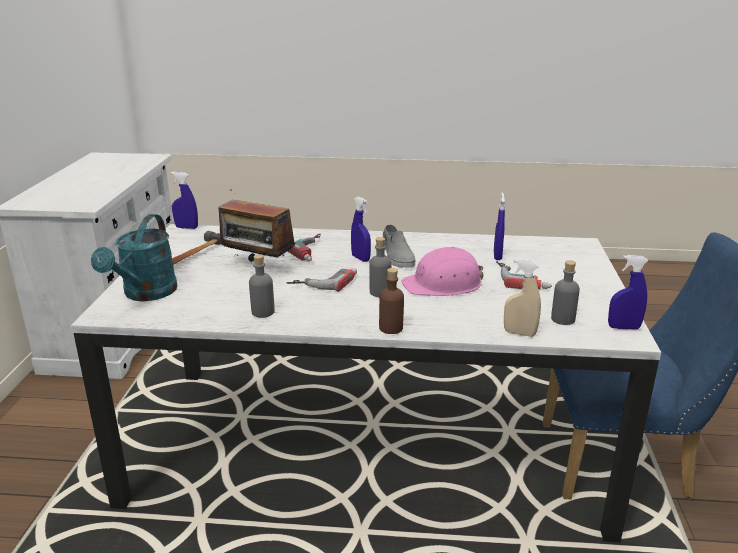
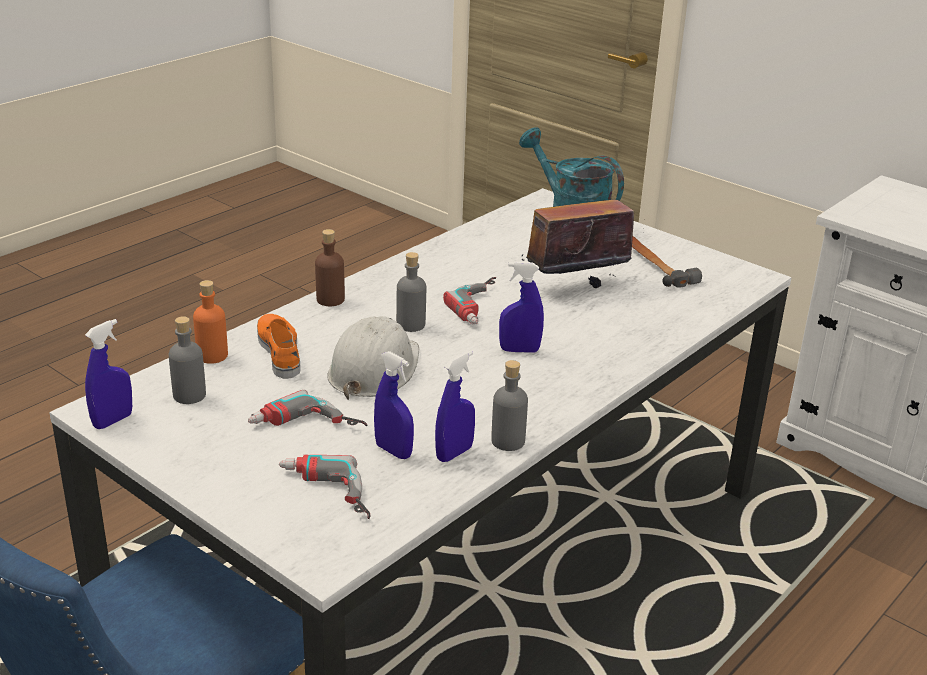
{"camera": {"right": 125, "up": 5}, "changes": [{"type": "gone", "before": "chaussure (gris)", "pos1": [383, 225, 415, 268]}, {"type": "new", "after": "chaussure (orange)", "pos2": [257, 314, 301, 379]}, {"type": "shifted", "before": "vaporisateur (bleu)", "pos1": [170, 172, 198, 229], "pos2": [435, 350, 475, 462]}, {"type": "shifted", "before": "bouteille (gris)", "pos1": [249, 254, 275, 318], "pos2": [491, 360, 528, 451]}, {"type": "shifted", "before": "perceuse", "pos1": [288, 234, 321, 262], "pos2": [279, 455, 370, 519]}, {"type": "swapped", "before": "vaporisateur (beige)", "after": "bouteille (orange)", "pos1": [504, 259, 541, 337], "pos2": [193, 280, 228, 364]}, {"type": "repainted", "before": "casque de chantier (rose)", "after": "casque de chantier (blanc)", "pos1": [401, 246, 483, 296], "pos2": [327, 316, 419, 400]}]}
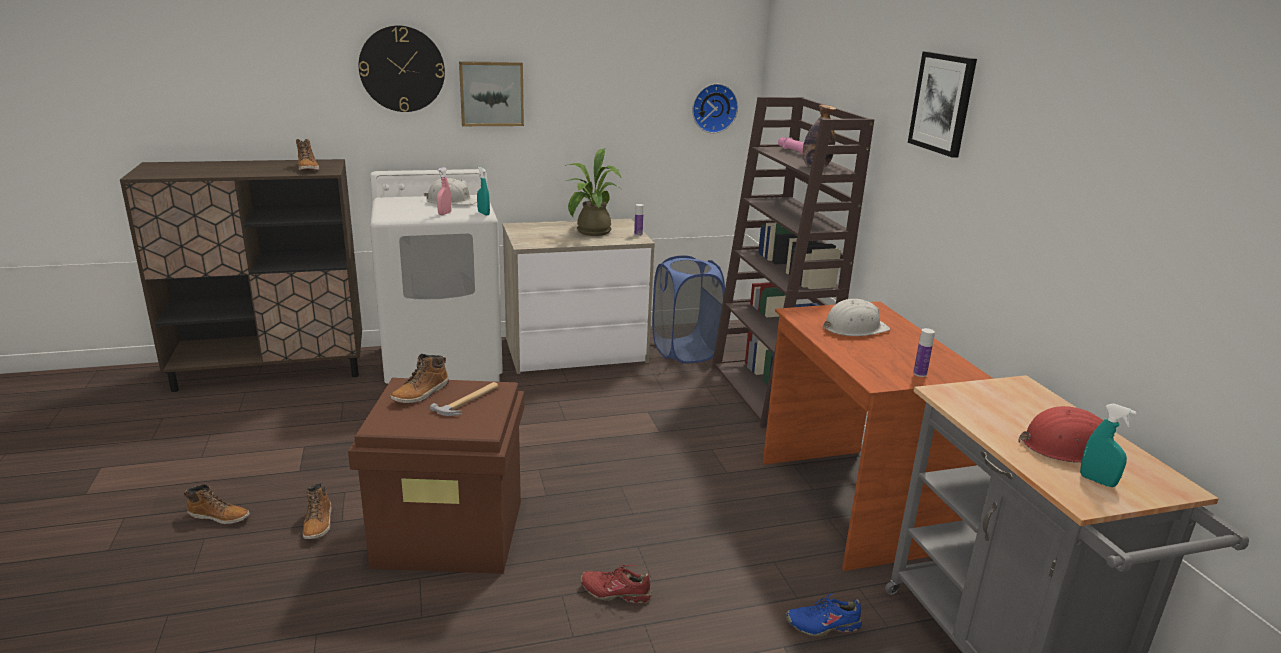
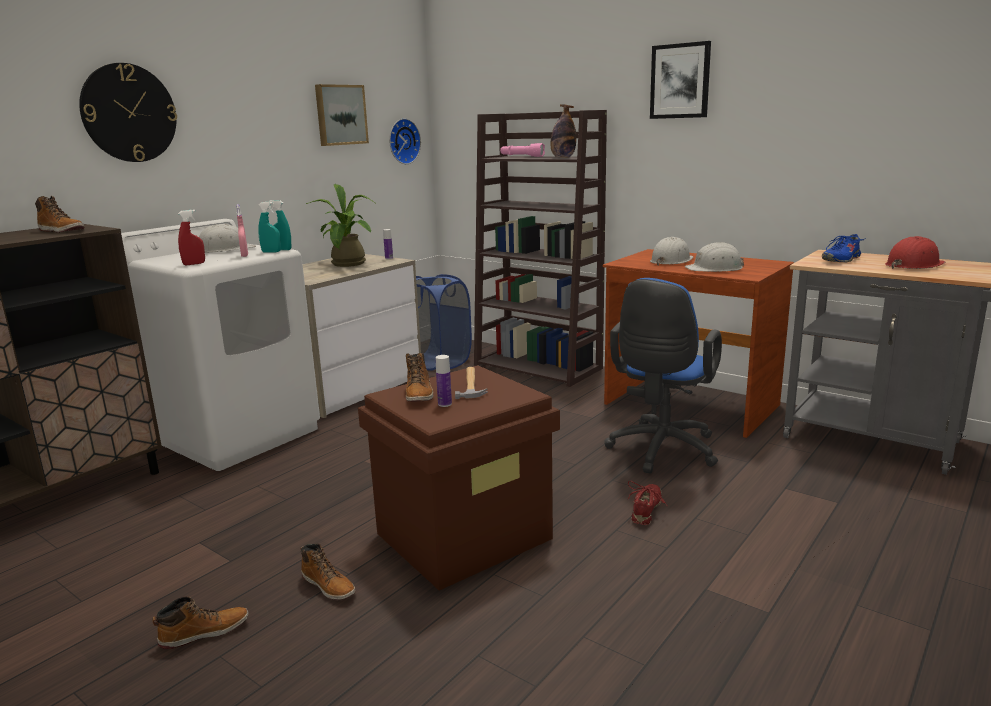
{"camera": {"right": -35, "up": -5}, "changes": [{"type": "new", "after": "vaporisateur (rouge)", "pos2": [178, 210, 205, 265]}, {"type": "new", "after": "chaise de bureau (bleu)", "pos2": [604, 278, 722, 474]}, {"type": "new", "after": "casque de chantier (blanc)", "pos2": [685, 242, 744, 272]}, {"type": "shifted", "before": "tableau", "pos1": [459, 61, 524, 126], "pos2": [315, 84, 369, 146]}, {"type": "shifted", "before": "chaussure (bleu)", "pos1": [786, 593, 862, 636], "pos2": [822, 234, 866, 262]}, {"type": "shifted", "before": "bouteille", "pos1": [913, 328, 935, 377], "pos2": [436, 355, 452, 407]}, {"type": "shifted", "before": "vaporisateur (turquoise)", "pos1": [1080, 403, 1136, 487], "pos2": [258, 202, 281, 253]}, {"type": "rotated", "before": "chaussure (rouge)", "pos1": [580, 565, 652, 603], "pos2": [628, 481, 667, 525], "turn": 135}]}
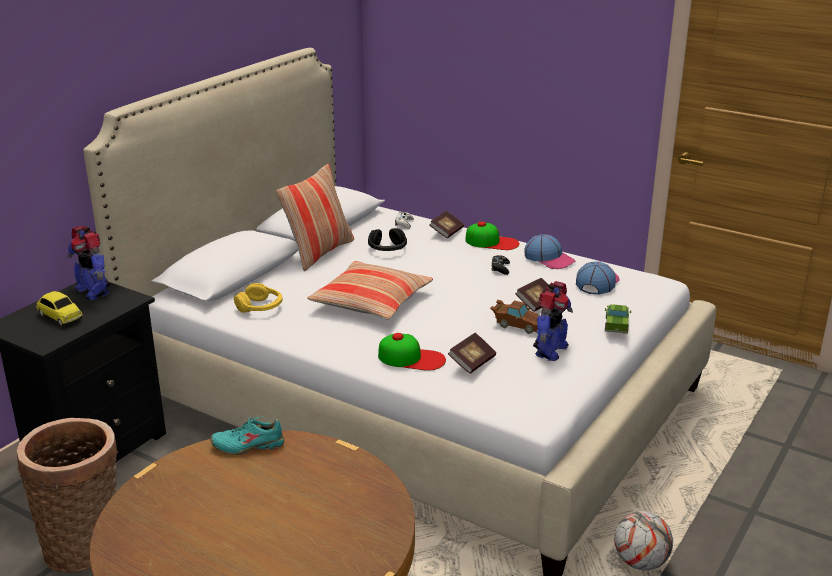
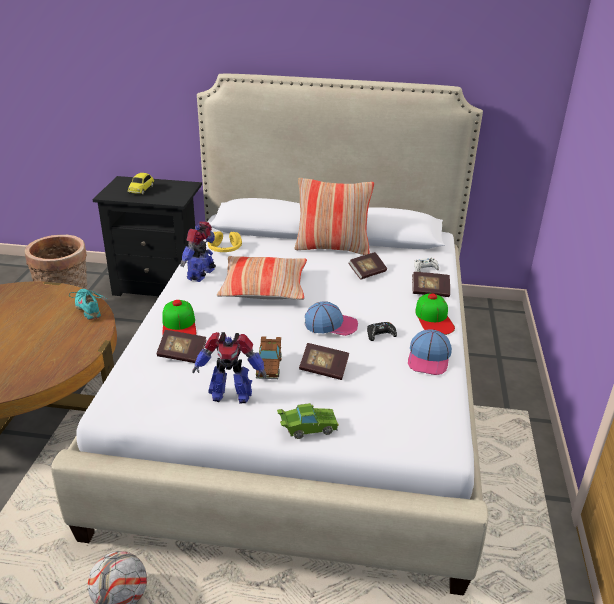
{"camera": {"right": 65, "up": 5}, "changes": [{"type": "shifted", "before": "robot jouet", "pos1": [67, 226, 110, 300], "pos2": [180, 221, 216, 282]}, {"type": "shifted", "before": "casquette", "pos1": [576, 261, 620, 294], "pos2": [305, 301, 358, 336]}, {"type": "swapped", "before": "casque audio (noir)", "after": "livre", "pos1": [368, 228, 407, 251], "pos2": [348, 252, 387, 280]}]}
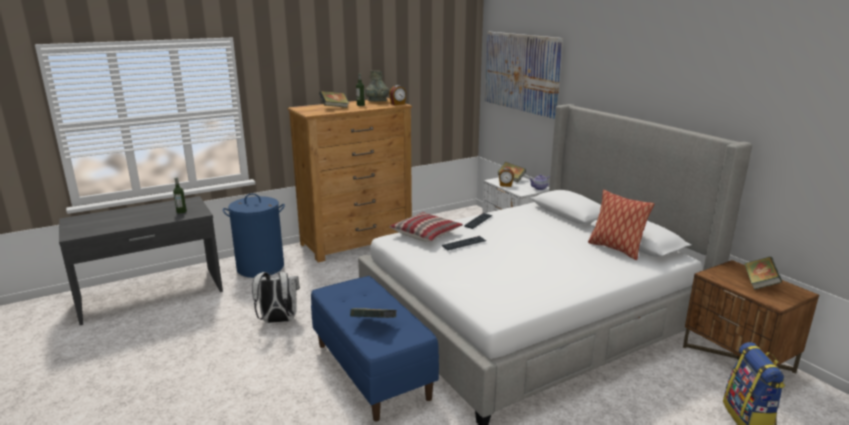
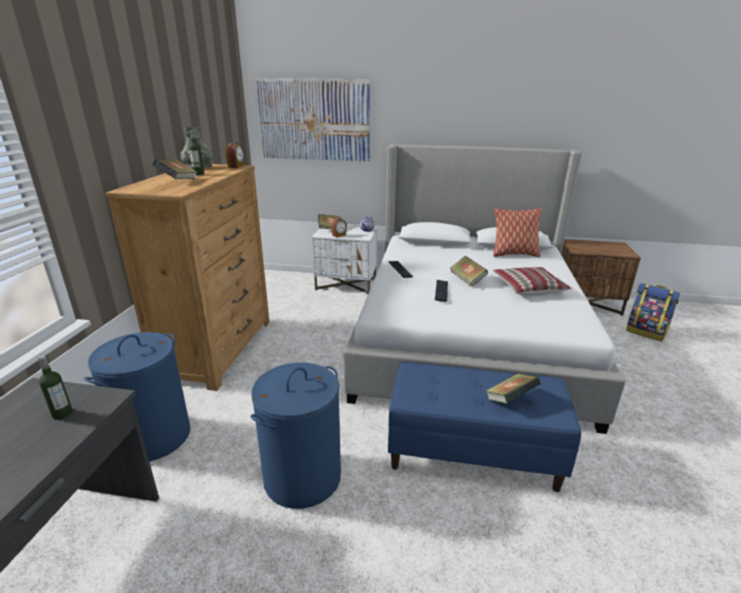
{"camera": {"right": -50, "up": 5}, "changes": [{"type": "shifted", "before": "coussin", "pos1": [389, 212, 463, 242], "pos2": [493, 267, 571, 295]}, {"type": "shifted", "before": "livre", "pos1": [744, 257, 782, 290], "pos2": [450, 256, 488, 287]}, {"type": "swapped", "before": "sac à dos (blanc)", "after": "panier à linge (bleu)", "pos1": [252, 272, 300, 323], "pos2": [250, 363, 341, 509]}]}
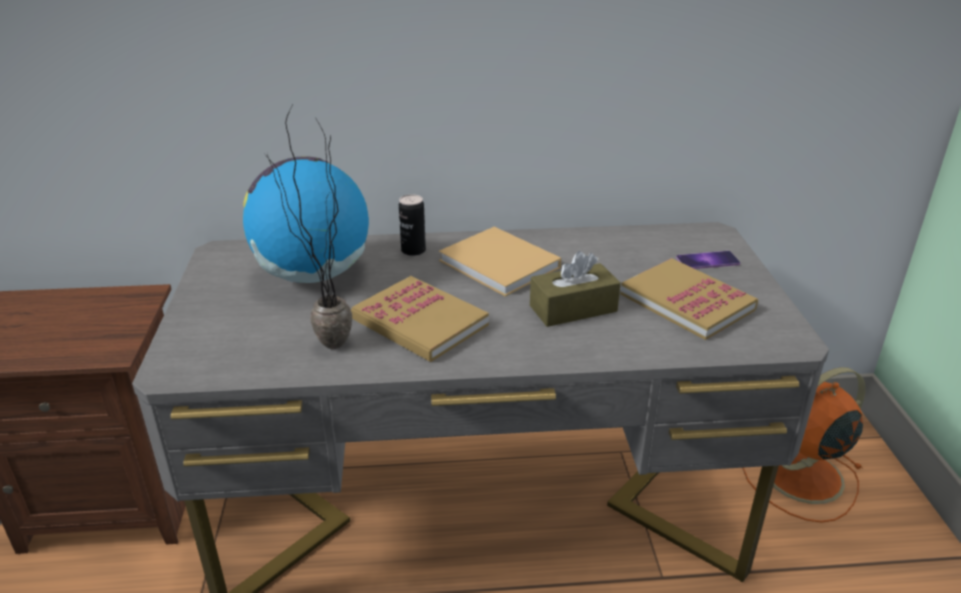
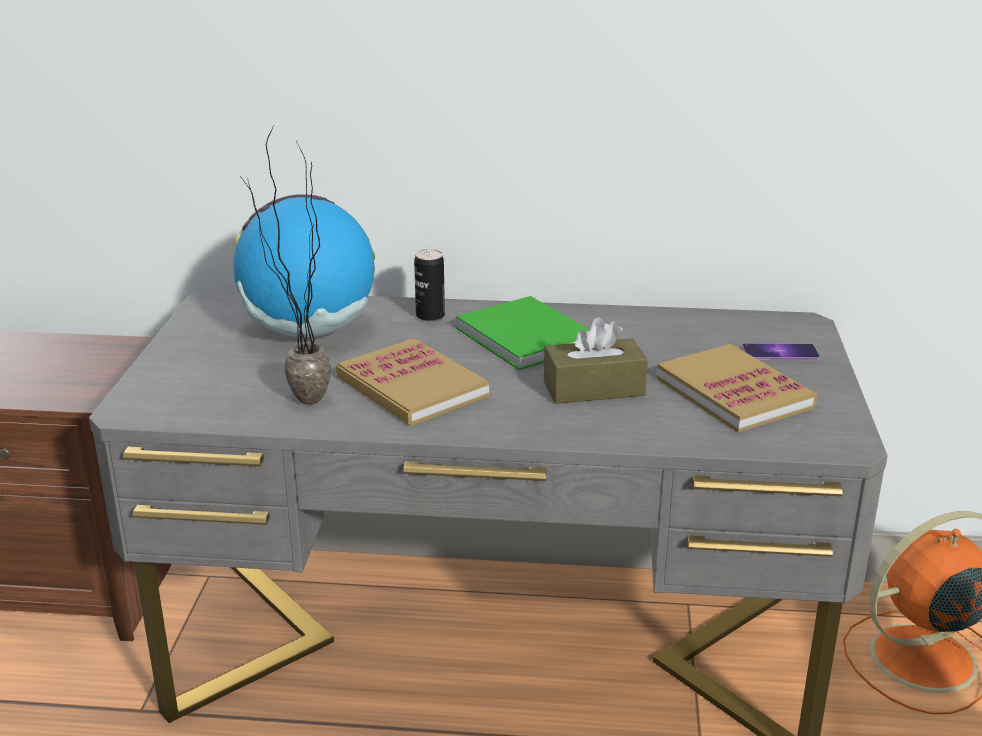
{"camera": {"right": 10, "up": -5}, "changes": [{"type": "repainted", "before": "livre (beige)", "after": "livre (vert)", "pos1": [439, 227, 561, 297], "pos2": [456, 296, 590, 370]}]}
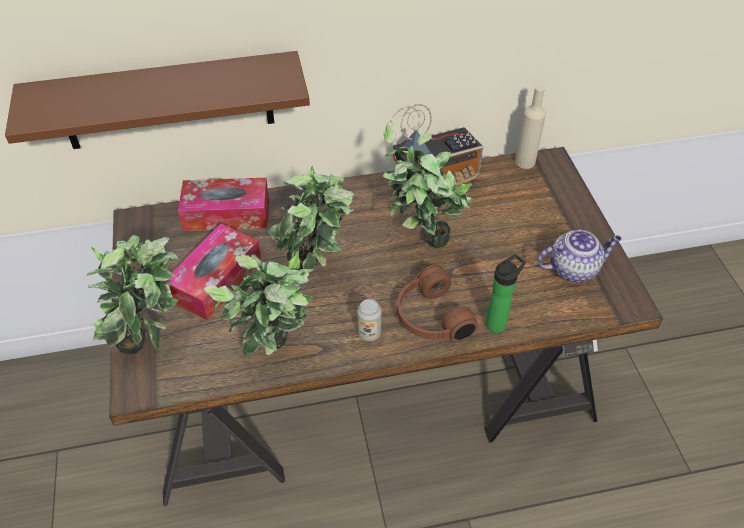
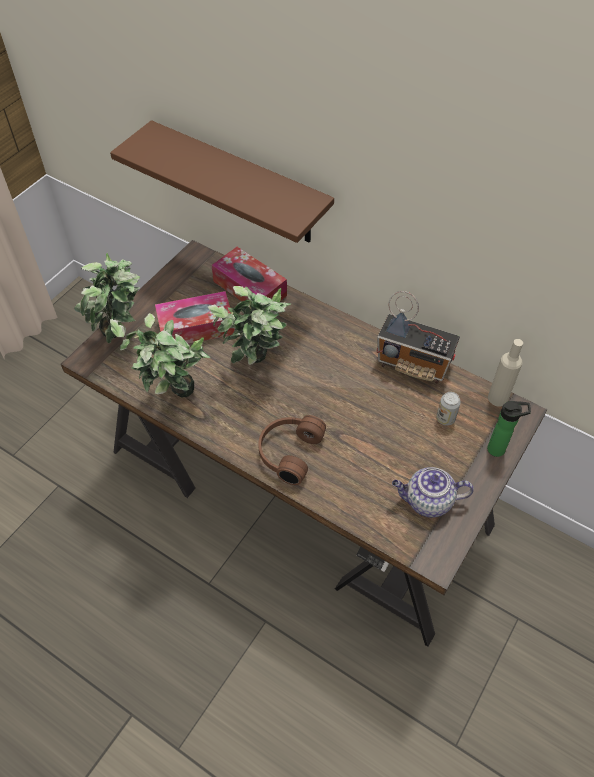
{"camera": {"right": 45, "up": 5}, "changes": [{"type": "gone", "before": "plante en pot", "pos1": [383, 122, 472, 248]}, {"type": "shifted", "before": "boîte métallique", "pos1": [357, 299, 382, 341], "pos2": [436, 392, 461, 426]}, {"type": "shifted", "before": "bouteille", "pos1": [486, 254, 526, 333], "pos2": [487, 401, 531, 457]}, {"type": "rotated", "before": "théière", "pos1": [537, 230, 622, 283], "pos2": [392, 467, 474, 518], "turn": 150}]}
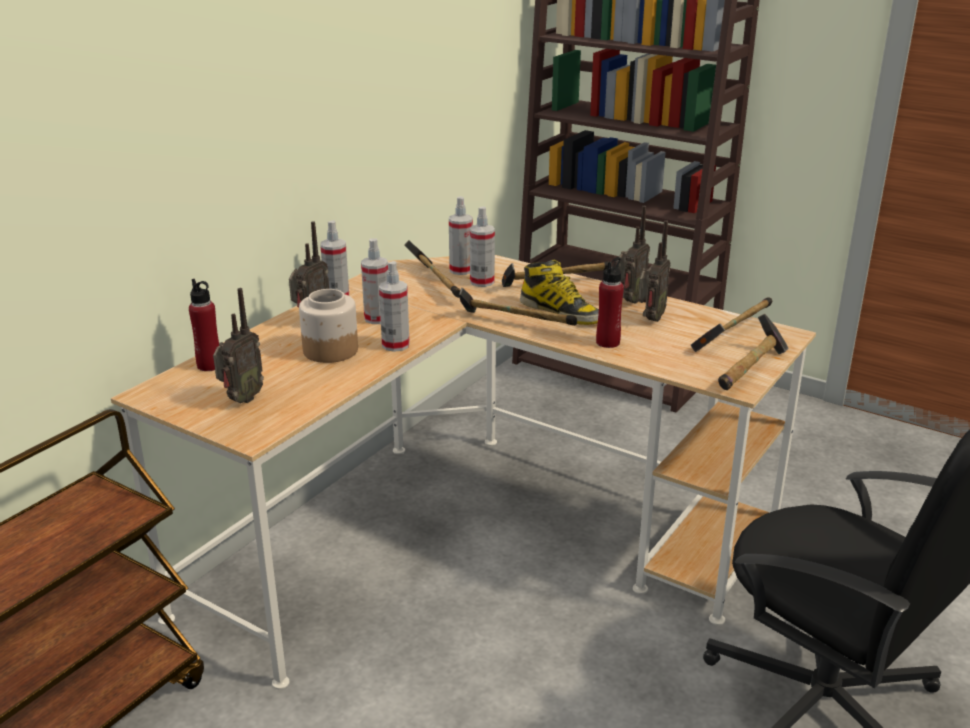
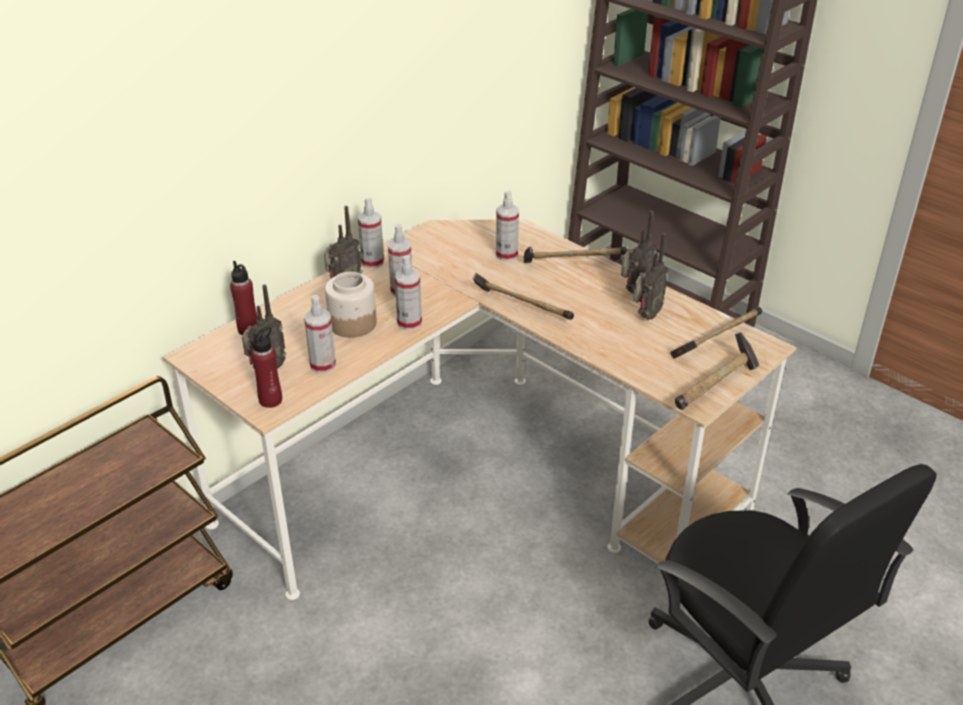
{"camera": {"right": 10, "up": 10}, "changes": [{"type": "gone", "before": "marteau", "pos1": [404, 240, 460, 298]}, {"type": "gone", "before": "botte", "pos1": [520, 259, 599, 325]}, {"type": "shifted", "before": "vaporisateur", "pos1": [449, 196, 473, 275], "pos2": [304, 295, 336, 373]}, {"type": "shifted", "before": "bouteille (rouge)", "pos1": [596, 257, 624, 348], "pos2": [251, 327, 282, 408]}]}
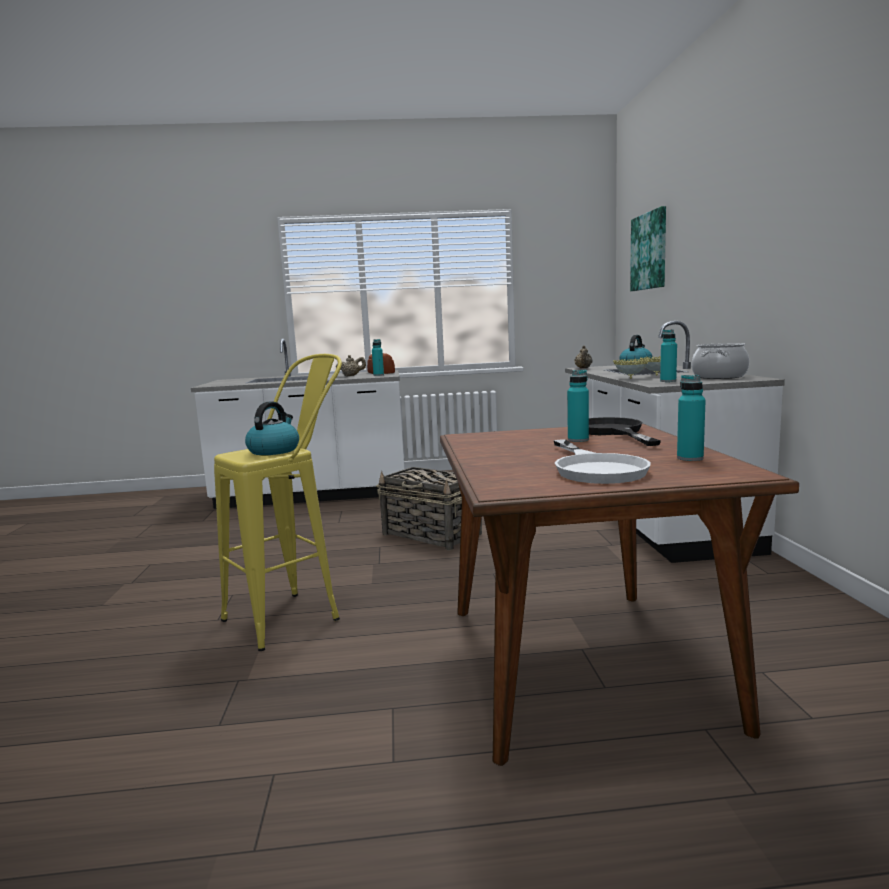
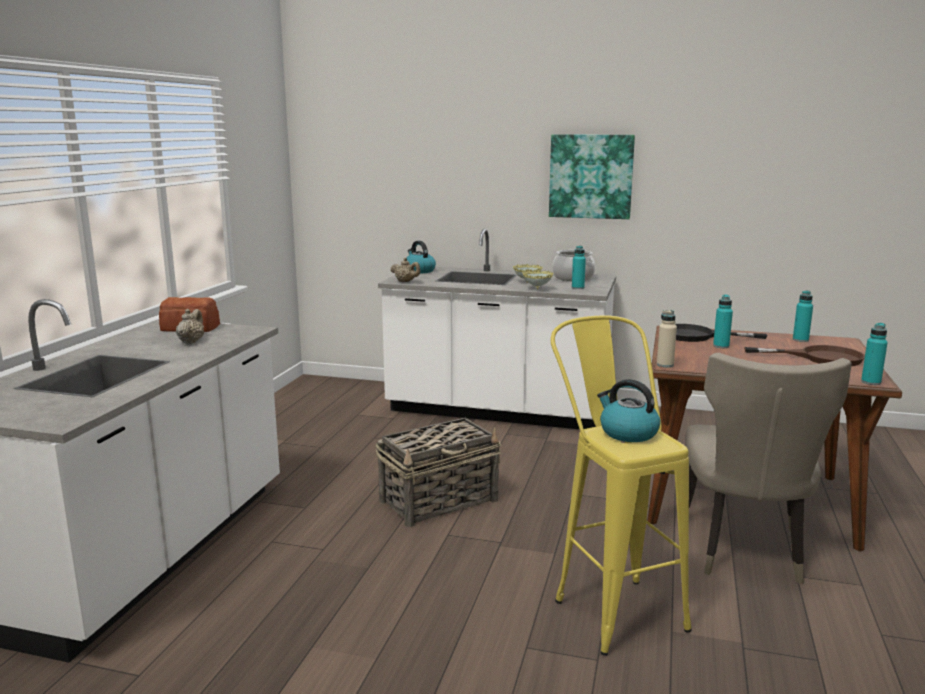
{"camera": {"right": -70, "up": 5}, "changes": [{"type": "new", "after": "bouteille (beige)", "pos2": [657, 310, 677, 367]}, {"type": "new", "after": "chaise (beige)", "pos2": [685, 353, 852, 584]}, {"type": "shifted", "before": "bouteille (turquoise)", "pos1": [372, 339, 384, 376], "pos2": [861, 323, 888, 385]}, {"type": "shifted", "before": "tableau", "pos1": [630, 206, 666, 291], "pos2": [549, 134, 635, 219]}, {"type": "repainted", "before": "poêle (blanc)", "after": "poêle (marron)", "pos1": [553, 439, 651, 484], "pos2": [744, 345, 865, 366]}]}
